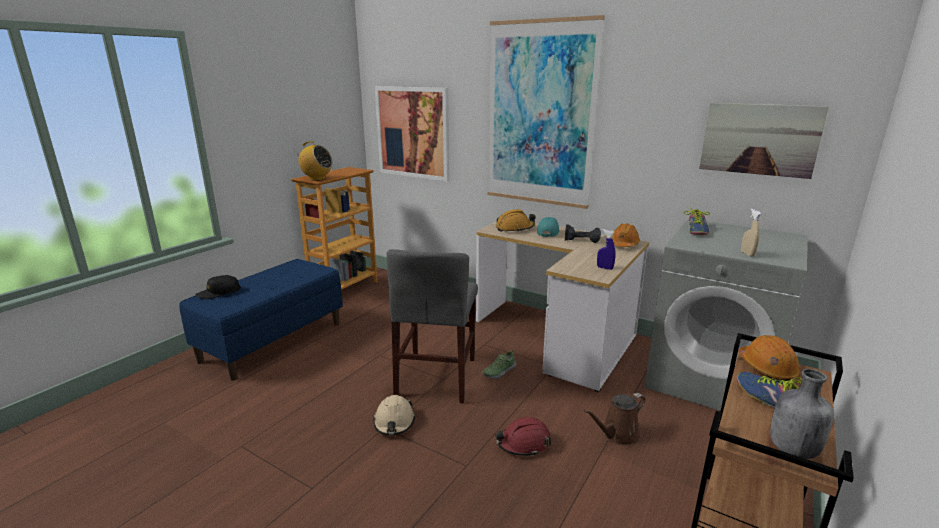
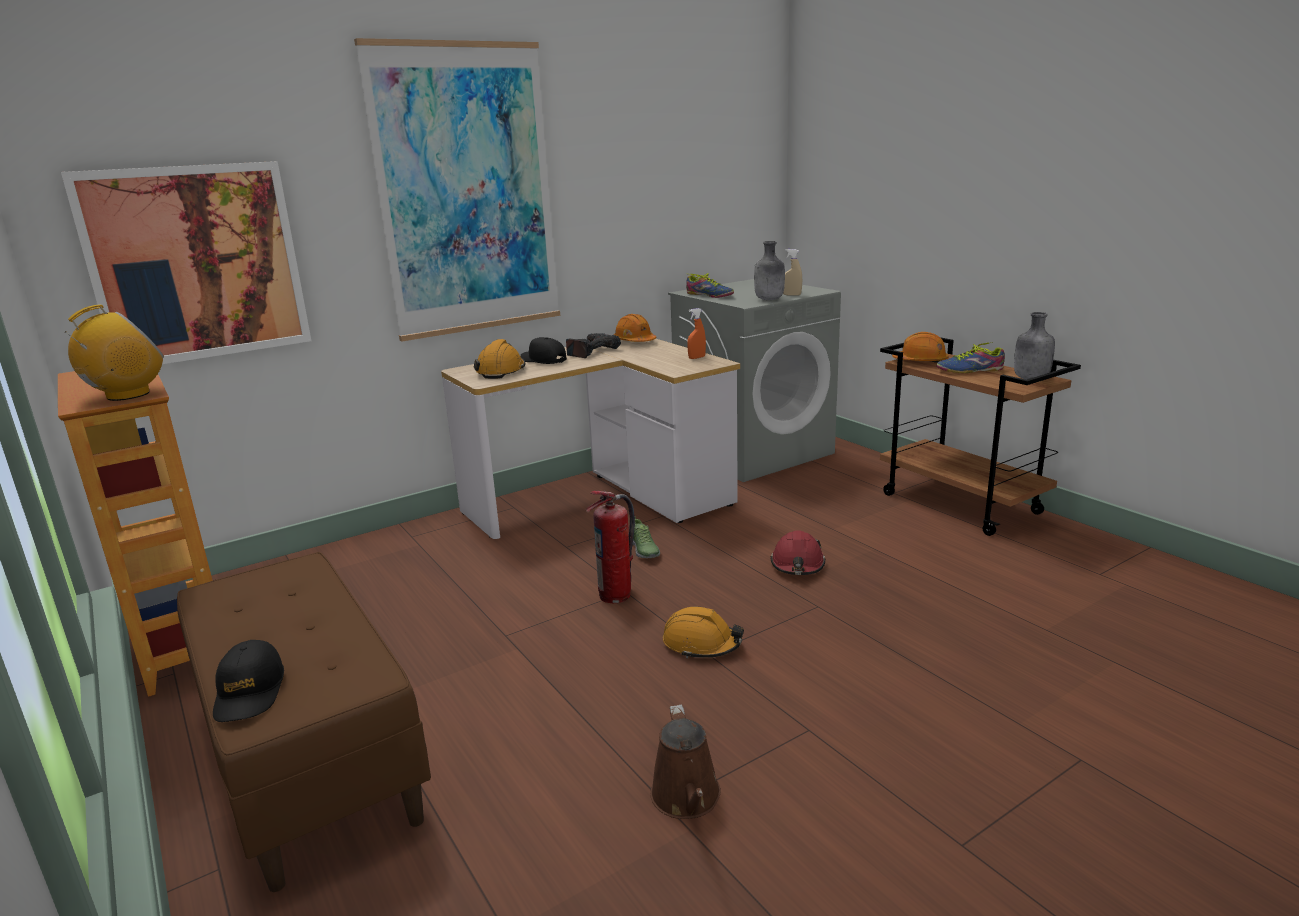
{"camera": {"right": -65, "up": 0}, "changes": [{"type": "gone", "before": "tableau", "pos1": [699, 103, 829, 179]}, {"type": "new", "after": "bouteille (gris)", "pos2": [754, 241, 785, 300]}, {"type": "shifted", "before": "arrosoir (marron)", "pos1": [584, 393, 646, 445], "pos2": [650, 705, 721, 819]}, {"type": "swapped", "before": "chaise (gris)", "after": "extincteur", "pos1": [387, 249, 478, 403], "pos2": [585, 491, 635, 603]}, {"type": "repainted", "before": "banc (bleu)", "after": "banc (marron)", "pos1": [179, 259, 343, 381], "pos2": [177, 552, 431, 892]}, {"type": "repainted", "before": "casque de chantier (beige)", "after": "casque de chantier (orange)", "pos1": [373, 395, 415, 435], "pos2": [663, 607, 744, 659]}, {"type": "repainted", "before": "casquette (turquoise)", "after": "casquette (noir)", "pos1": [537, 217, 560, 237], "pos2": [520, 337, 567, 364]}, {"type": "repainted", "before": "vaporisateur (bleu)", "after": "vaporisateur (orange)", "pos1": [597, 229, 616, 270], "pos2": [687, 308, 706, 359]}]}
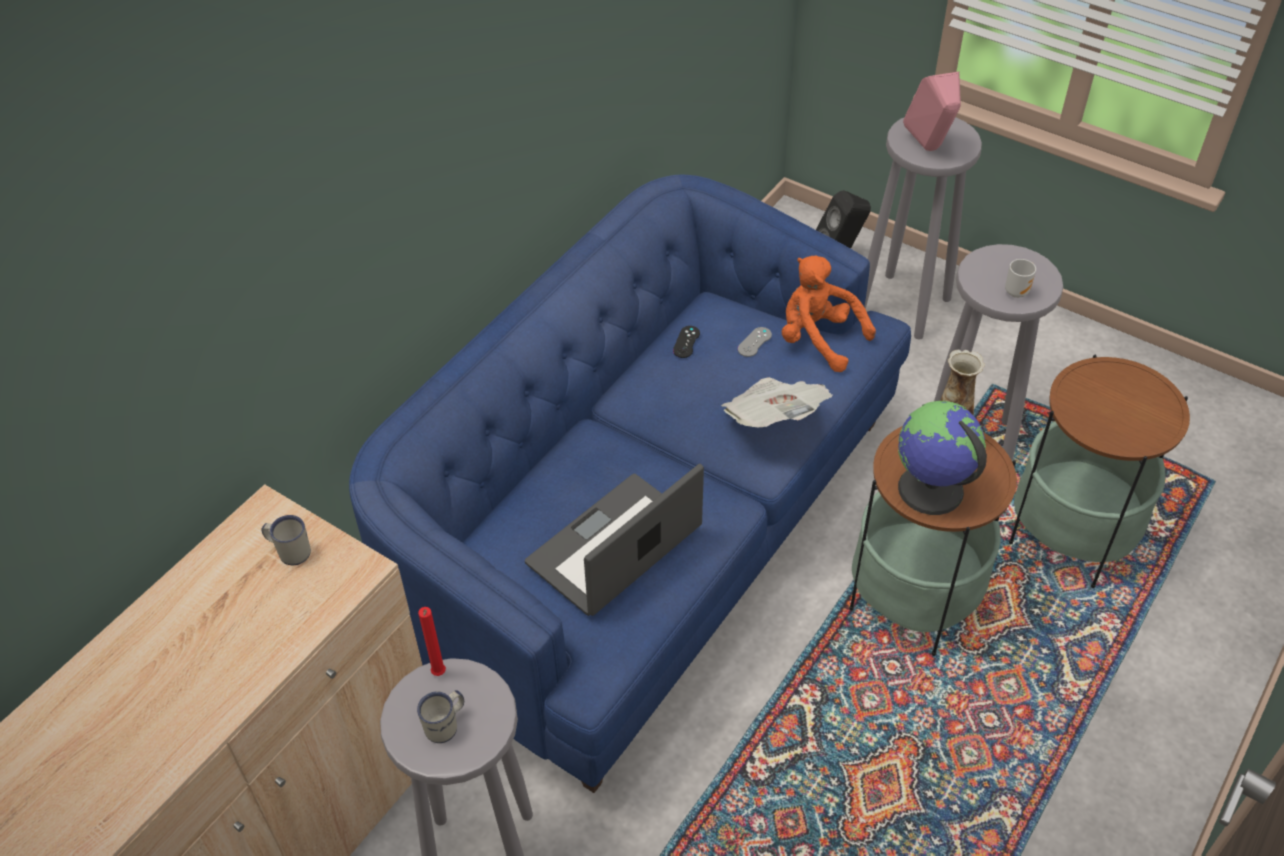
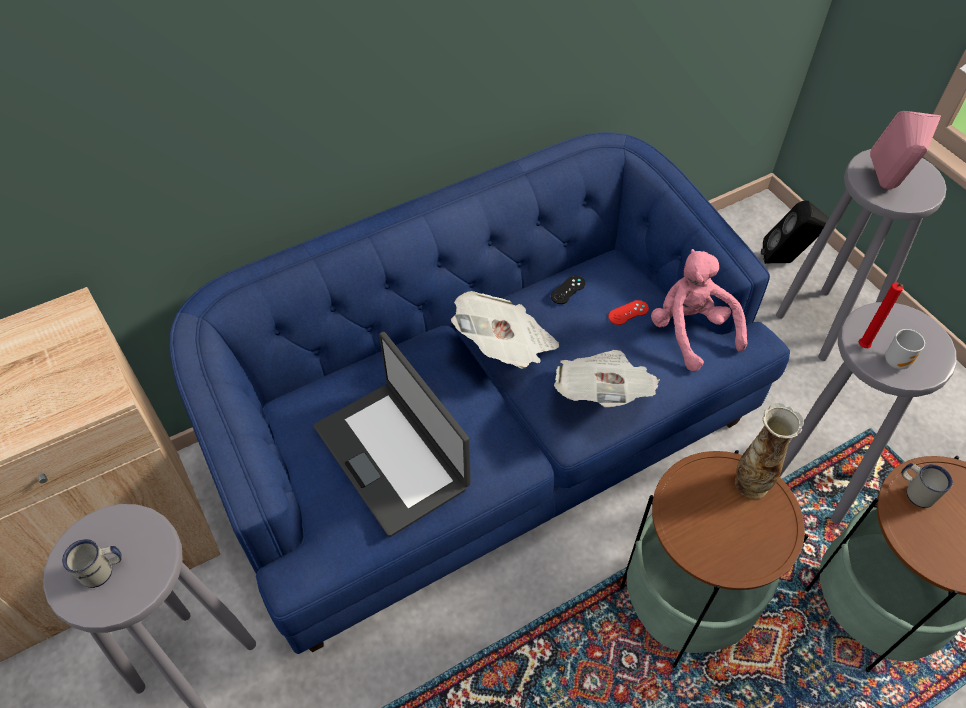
{"camera": {"right": 25, "up": 5}, "changes": [{"type": "gone", "before": "globe", "pos1": [898, 401, 987, 515]}, {"type": "new", "after": "journal", "pos2": [451, 291, 559, 368]}, {"type": "shifted", "before": "mug (blanc)", "pos1": [261, 515, 311, 565], "pos2": [901, 463, 953, 508]}, {"type": "shifted", "before": "bougie (rouge)", "pos1": [418, 607, 446, 676], "pos2": [859, 282, 903, 348]}, {"type": "repainted", "before": "manette (gris)", "after": "manette (rouge)", "pos1": [738, 327, 772, 357], "pos2": [608, 300, 649, 325]}, {"type": "repainted", "before": "peluche (orange)", "after": "peluche (rose)", "pos1": [782, 255, 876, 372], "pos2": [651, 249, 748, 371]}, {"type": "rotated", "before": "ordinateur portable", "pos1": [525, 464, 704, 616], "pos2": [314, 332, 471, 537], "turn": -105}]}
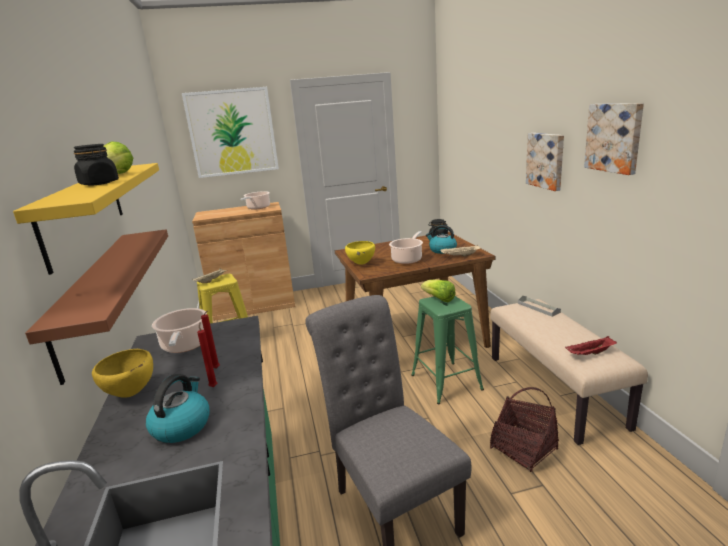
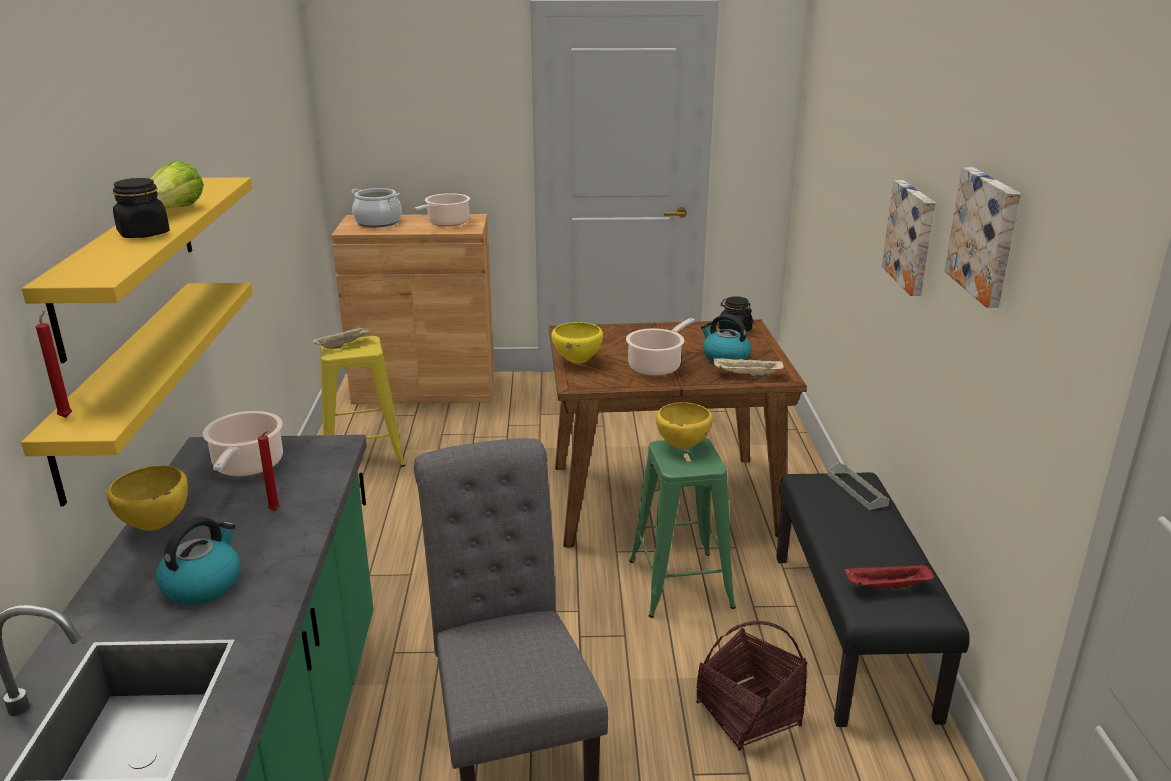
{"camera": {"right": 10, "up": 5}, "changes": [{"type": "gone", "before": "tableau", "pos1": [182, 87, 279, 178]}, {"type": "new", "after": "marmite", "pos2": [351, 188, 402, 227]}, {"type": "shifted", "before": "bougie (rouge)", "pos1": [197, 322, 217, 387], "pos2": [36, 310, 72, 418]}, {"type": "swapped", "before": "laitue", "after": "bol (jaune)", "pos1": [421, 280, 456, 302], "pos2": [656, 402, 713, 449]}, {"type": "repainted", "before": "étagère (marron)", "after": "étagère (jaune)", "pos1": [25, 229, 168, 385], "pos2": [21, 283, 253, 506]}, {"type": "repainted", "before": "banc (beige)", "after": "banc (noir)", "pos1": [490, 299, 648, 445], "pos2": [776, 472, 970, 727]}]}
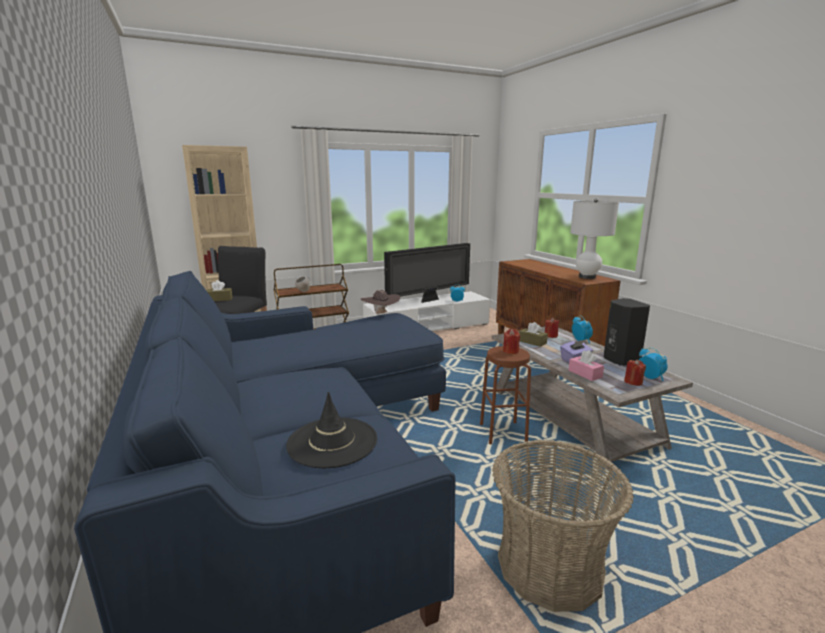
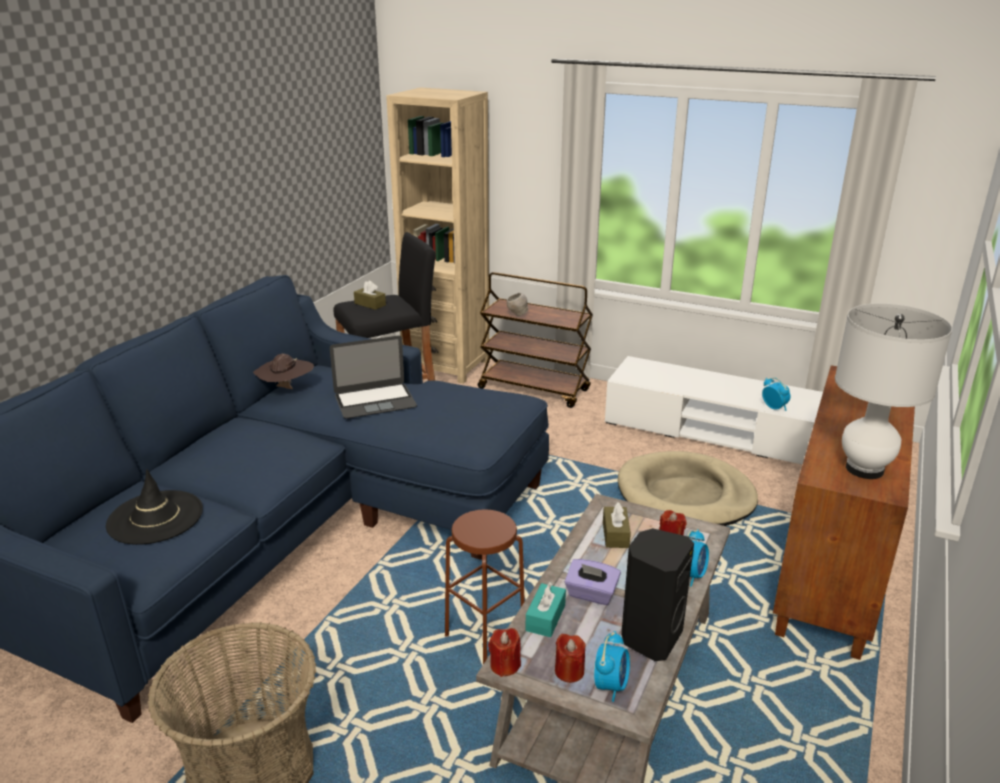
{"camera": {"right": 50, "up": 10}, "changes": [{"type": "gone", "before": "téléviseur", "pos1": [384, 243, 470, 303]}, {"type": "new", "after": "ordinateur portable", "pos2": [330, 336, 417, 419]}, {"type": "new", "after": "panier pour chien (beige)", "pos2": [618, 451, 758, 526]}, {"type": "shifted", "before": "chapeau (marron)", "pos1": [360, 290, 400, 314], "pos2": [253, 354, 314, 389]}, {"type": "shifted", "before": "bougie (rouge)", "pos1": [503, 329, 520, 354], "pos2": [488, 628, 521, 677]}, {"type": "repainted", "before": "boîte à mouchoirs (rose)", "after": "boîte à mouchoirs (turquoise)", "pos1": [569, 350, 604, 381], "pos2": [525, 582, 566, 637]}]}
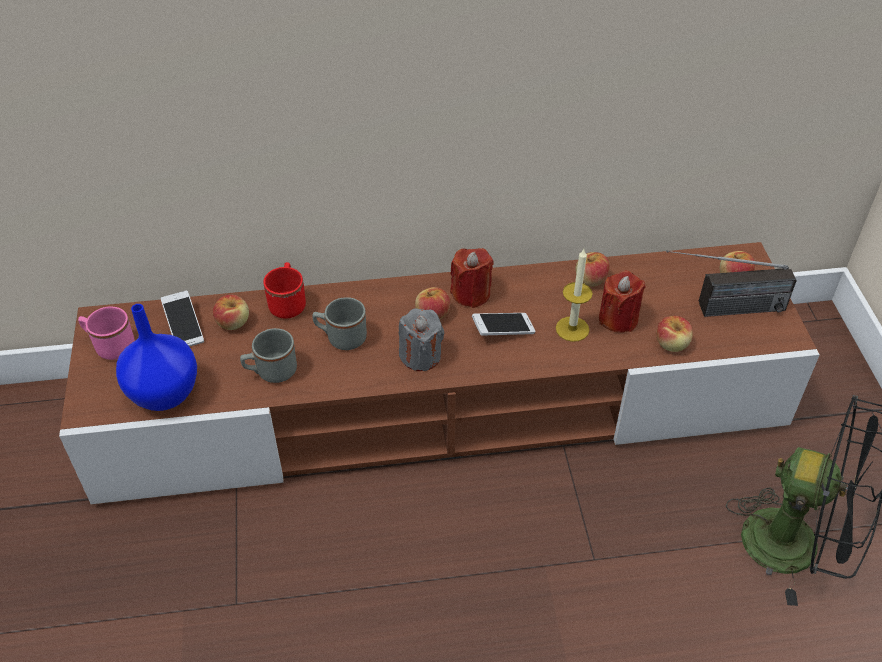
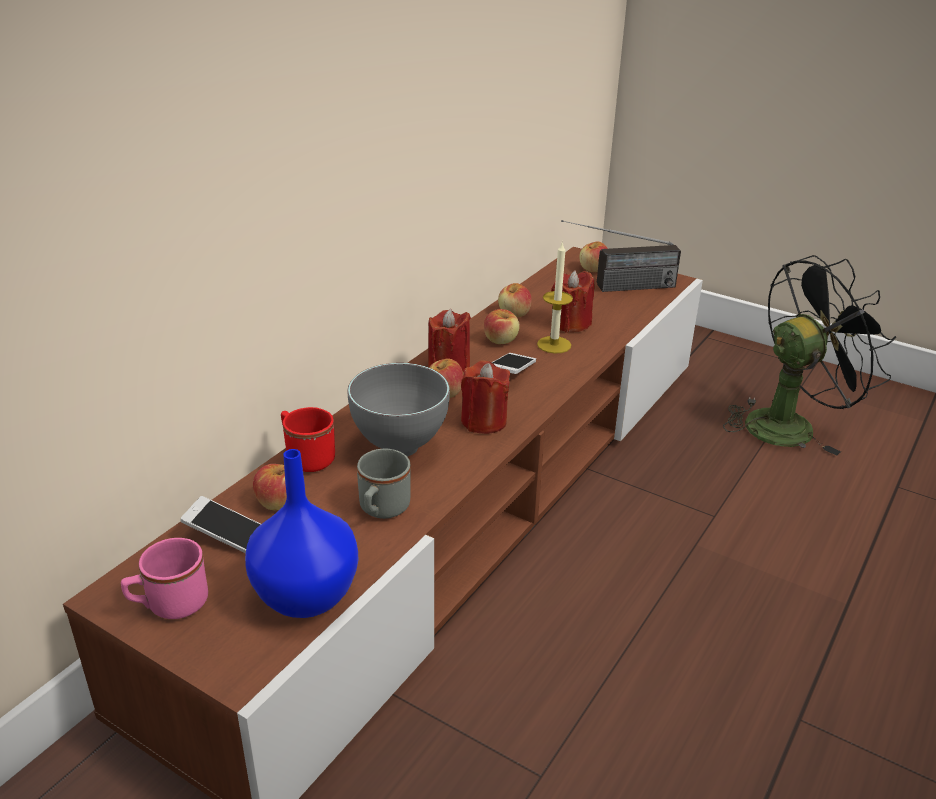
{"camera": {"right": -50, "up": -15}, "changes": [{"type": "shifted", "before": "pomme", "pos1": [656, 316, 693, 352], "pos2": [484, 309, 520, 344]}, {"type": "swapped", "before": "mug (gris)", "after": "bol (gris)", "pos1": [312, 297, 367, 350], "pos2": [348, 363, 450, 457]}, {"type": "repainted", "before": "bougie (gris)", "after": "bougie (rouge)", "pos1": [399, 308, 444, 371], "pos2": [461, 360, 510, 434]}, {"type": "rotated", "before": "radio", "pos1": [666, 250, 797, 317], "pos2": [561, 220, 681, 292], "turn": 45}]}
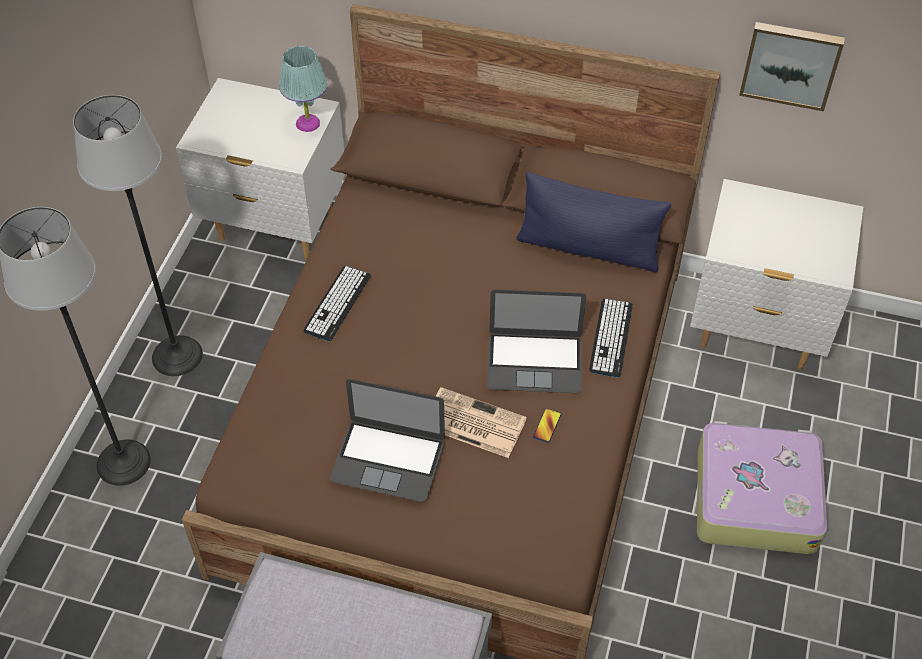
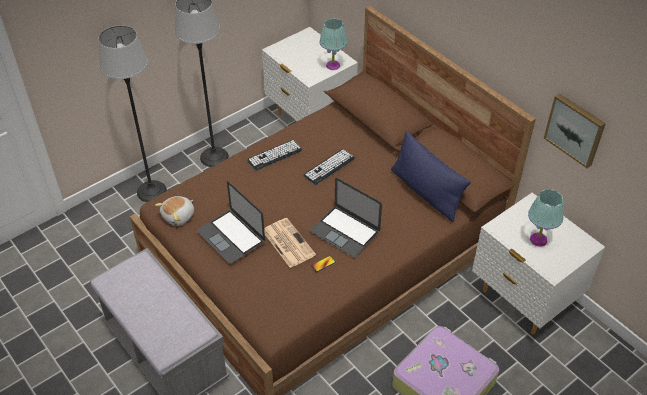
{"camera": {"right": 35, "up": -5}, "changes": [{"type": "new", "after": "peluche", "pos2": [155, 196, 194, 226]}, {"type": "new", "after": "lampe de table (turquoise)", "pos2": [528, 189, 564, 247]}, {"type": "shifted", "before": "clavier", "pos1": [589, 298, 633, 377], "pos2": [304, 149, 355, 185]}]}
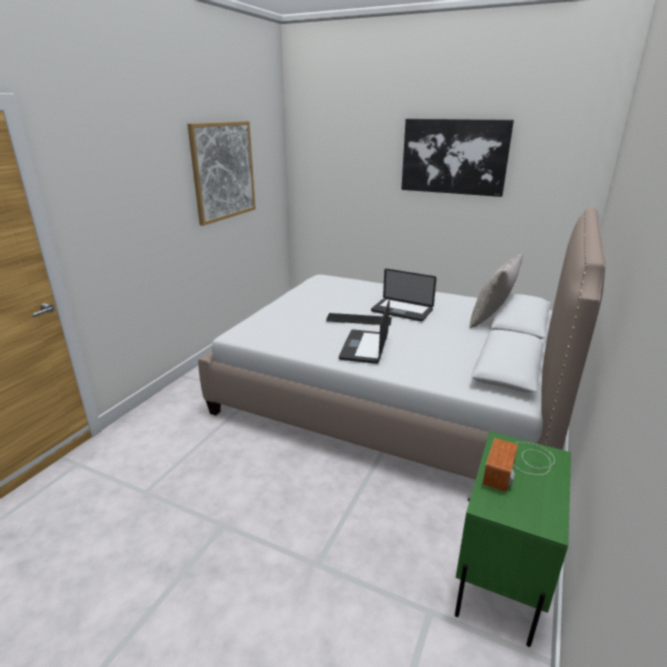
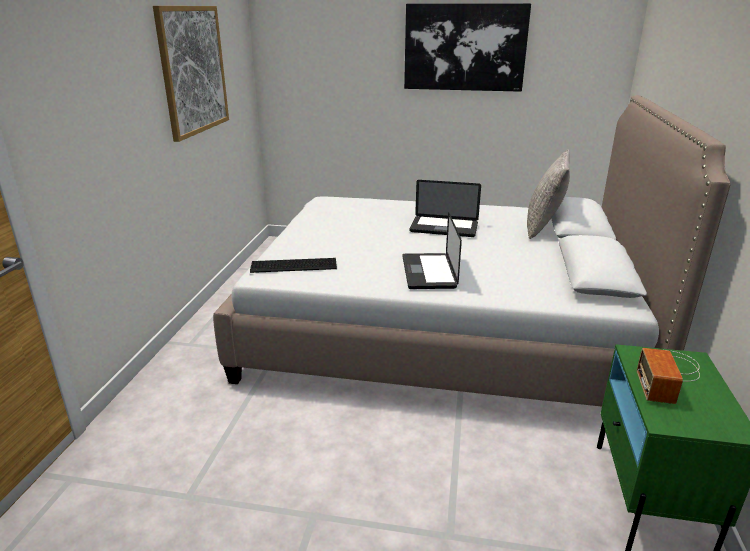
{"camera": {"right": -15, "up": 0}, "changes": [{"type": "shifted", "before": "clavier", "pos1": [326, 313, 392, 326], "pos2": [250, 258, 337, 273]}]}
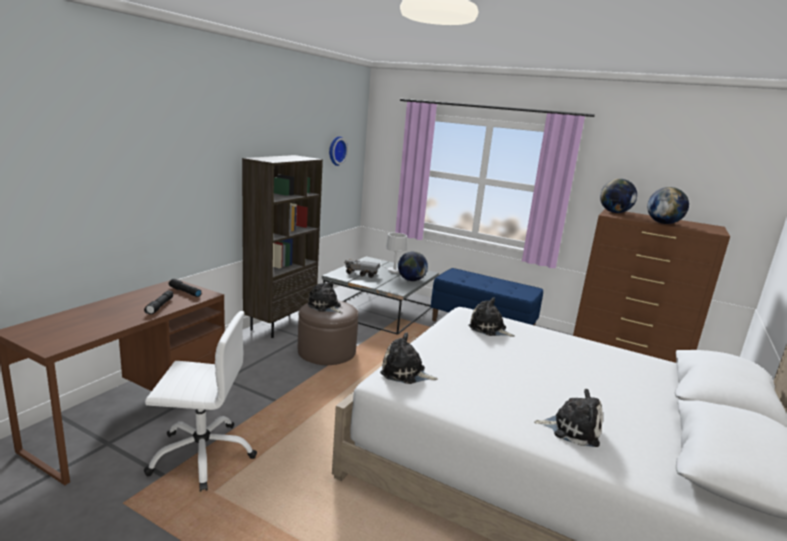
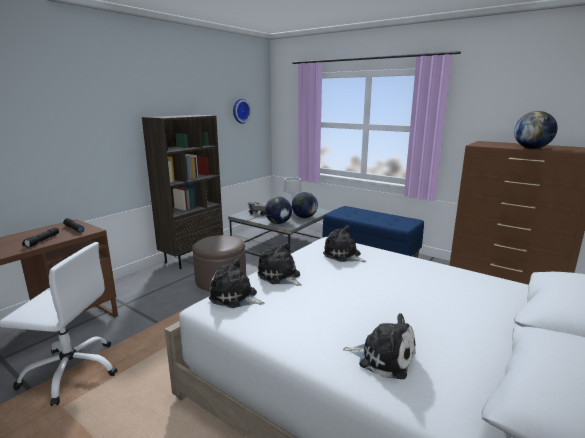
{"camera": {"right": 10, "up": 0}, "changes": [{"type": "shifted", "before": "peluche", "pos1": [308, 281, 343, 313], "pos2": [257, 242, 302, 286]}, {"type": "shifted", "before": "globe", "pos1": [600, 179, 637, 213], "pos2": [265, 197, 292, 224]}]}
